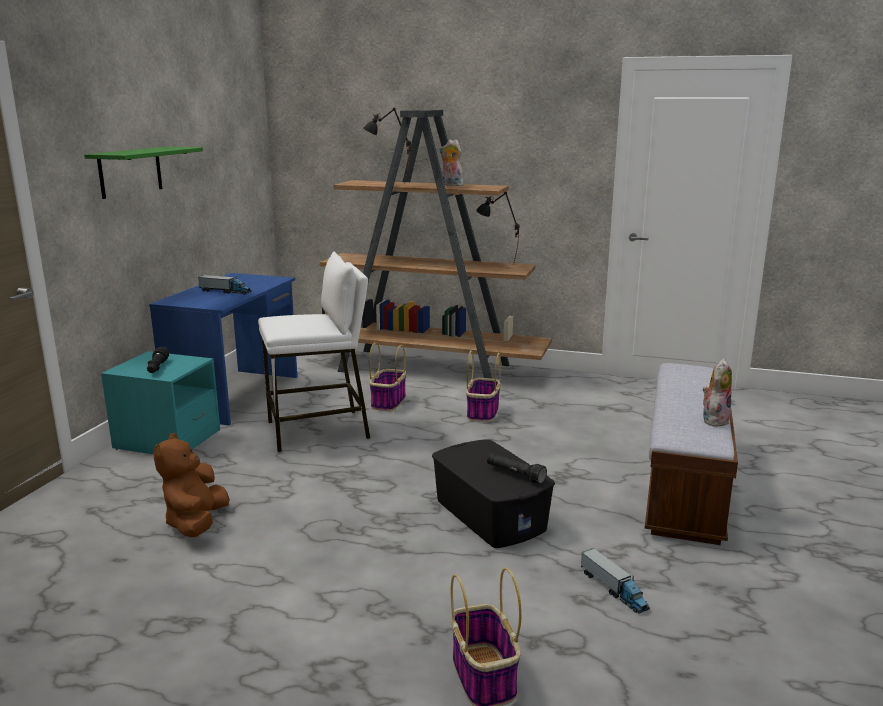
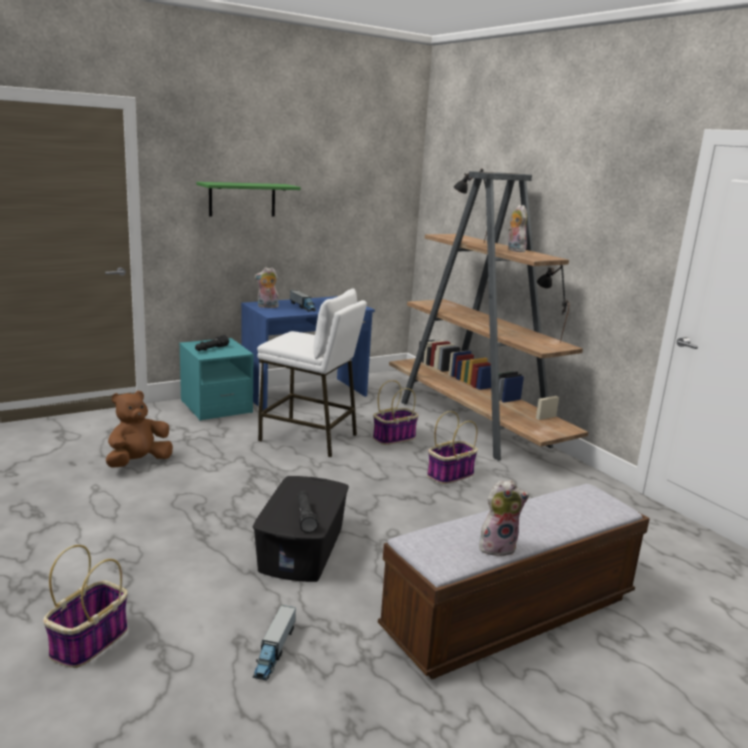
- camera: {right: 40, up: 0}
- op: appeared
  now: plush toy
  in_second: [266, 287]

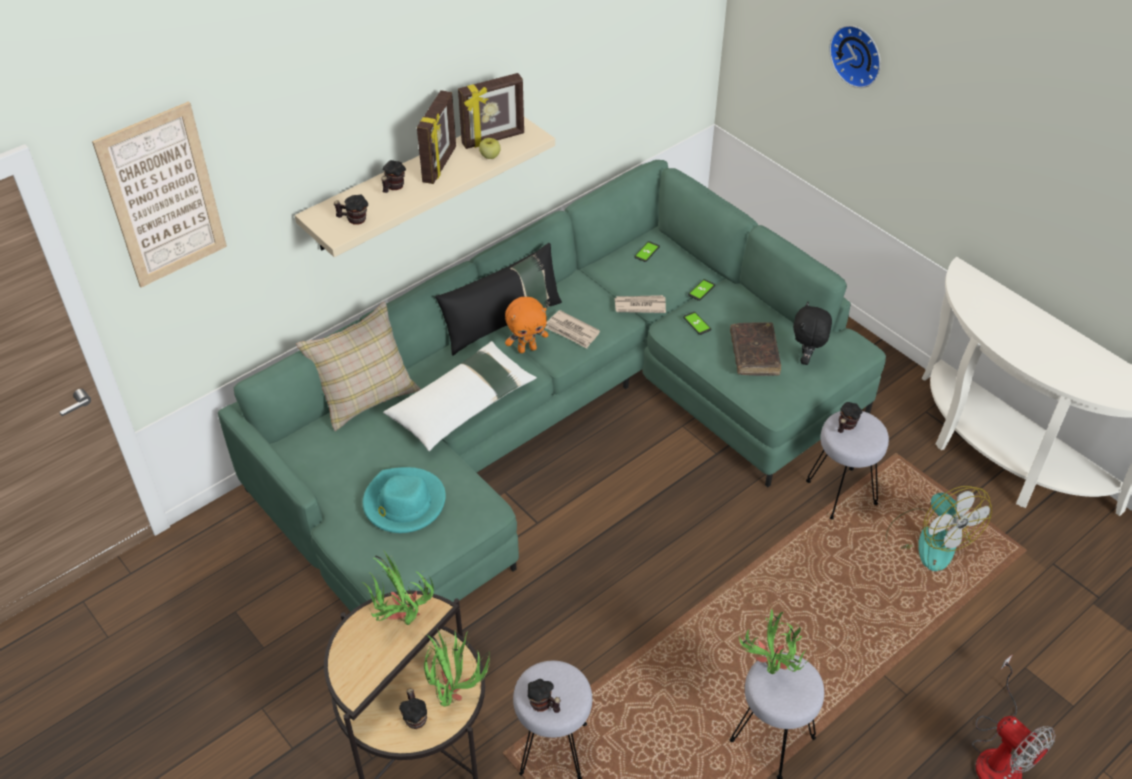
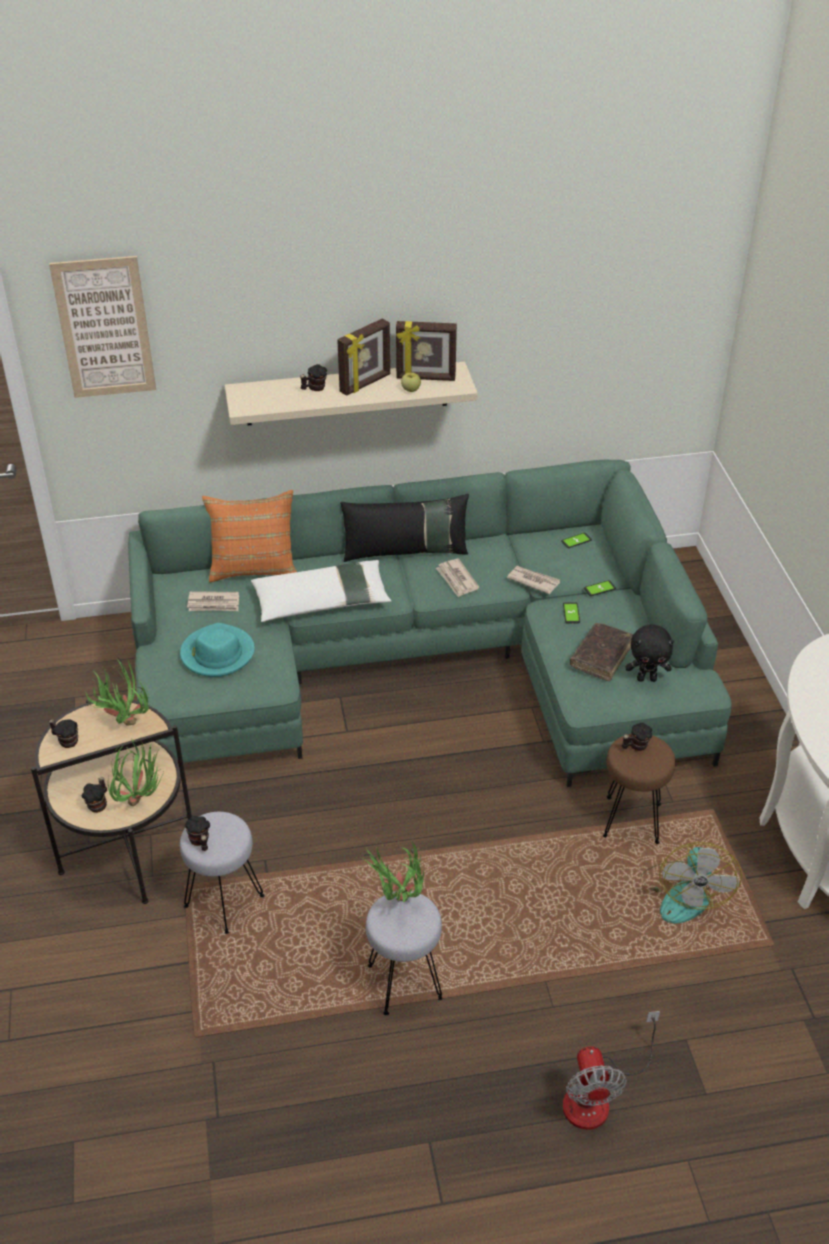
- camera: {right: 30, up: -5}
- op: missing
  was: plush toy/orange
  in_first: [526, 325]
- op: missing
  was: wall clock
  in_first: [855, 56]
- op: appeared
  now: newspaper
  in_second: [213, 601]
- op: relocated
  was: mug
  in_first: [351, 210]
  in_second: [63, 733]
- op: colour
  was: pillow/beige
  now: pillow/orange
  in_first: [358, 366]
  in_second: [249, 536]
- op: colour
  was: stool/grey
  now: stool/brown
  in_first: [847, 465]
  in_second: [639, 789]
- op: spun
  was: plush toy/black
  in_first: [812, 333]
  in_second: [649, 653]
  clockwise: -135

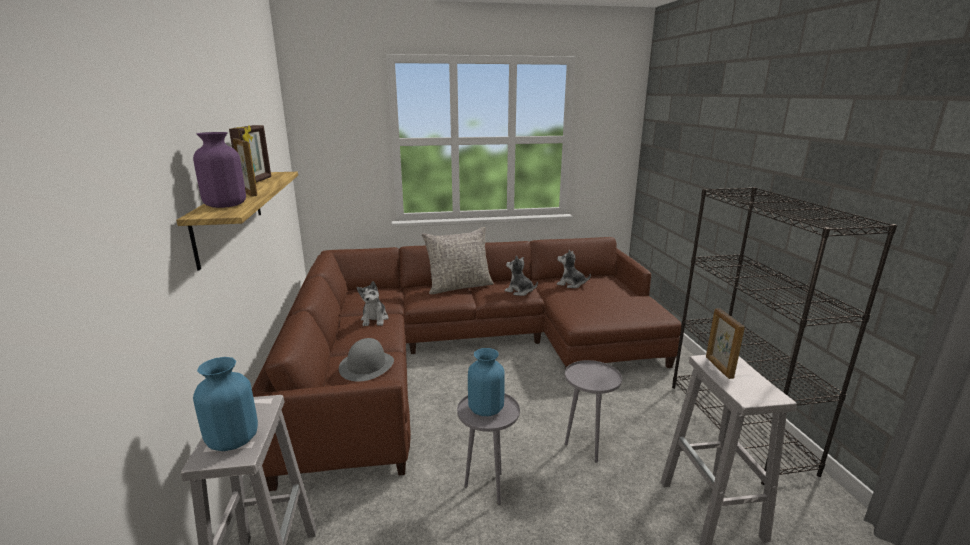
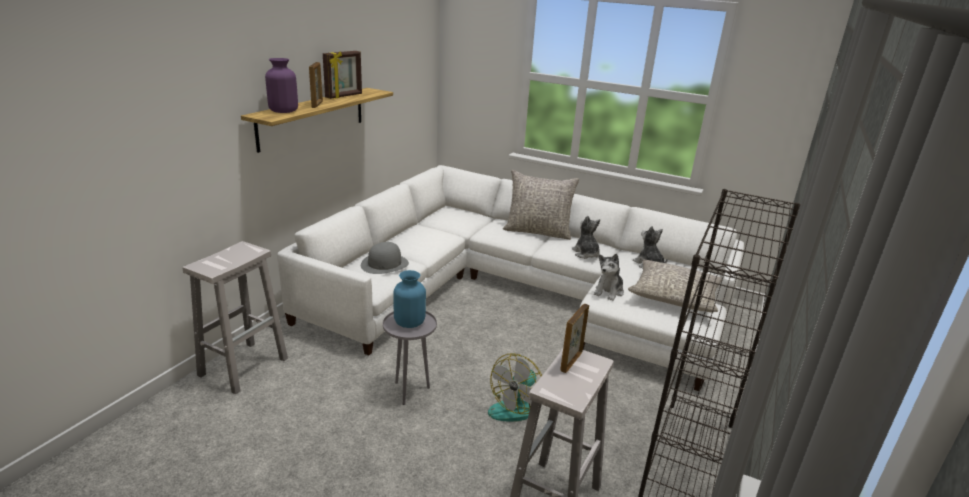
- camera: {right: 35, up: 5}
- op: missing
  was: vase/blue
  in_first: [225, 404]
- op: appeared
  now: pillow/grey
  in_second: [675, 286]
- op: relocated
  was: plush toy
  in_first: [372, 303]
  in_second: [609, 277]
- op: exchanged
  was: side table/grey
  now: fan
  in_first: [593, 411]
  in_second: [515, 387]
- op: colour
  was: sofa/brown
  now: sofa/white
  in_first: [467, 364]
  in_second: [510, 278]

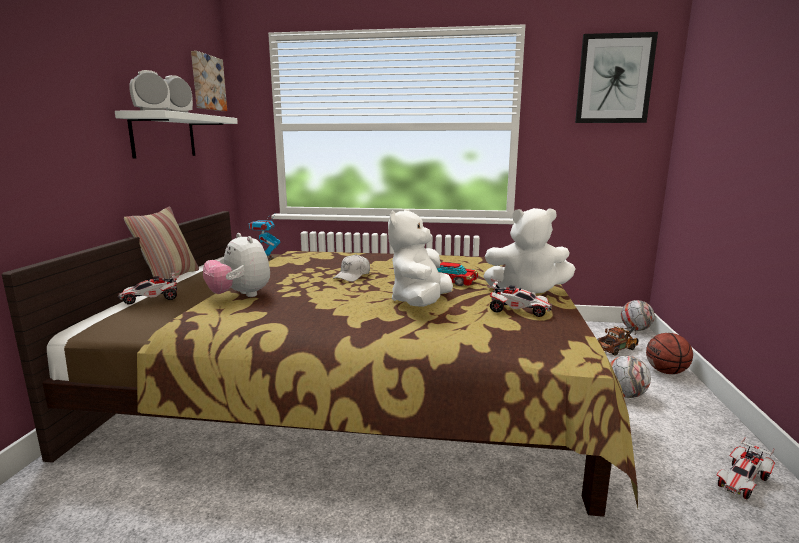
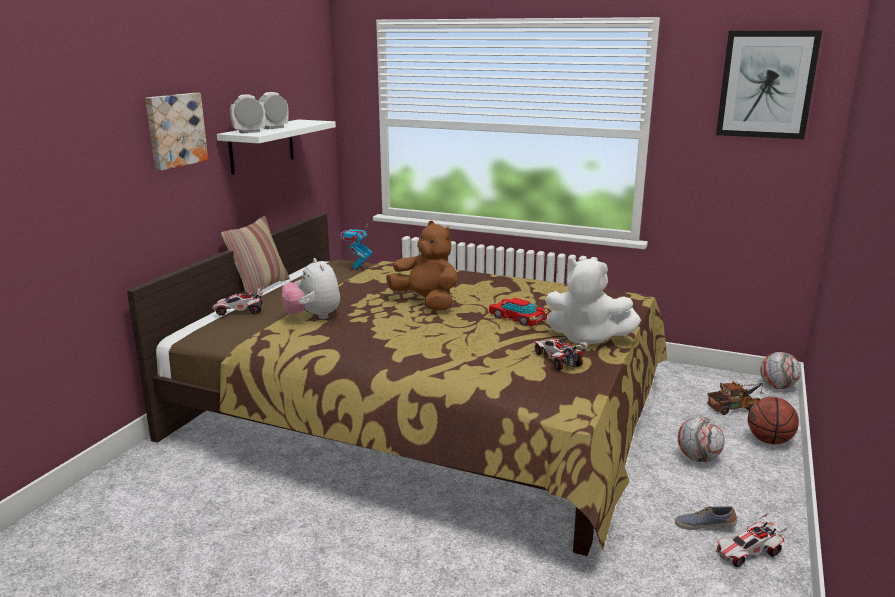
- camera: {right: 15, up: 5}
- op: missing
  was: plush toy/white
  in_first: [420, 258]
- op: appeared
  now: shoe
  in_second: [706, 518]
- op: relocated
  was: picture
  in_first: [209, 81]
  in_second: [176, 132]
- op: exchanged
  was: cap/white
  now: plush toy/brown
  in_first: [351, 268]
  in_second: [422, 266]
- op: spun
  was: toy car
  in_first: [519, 297]
  in_second: [559, 355]
  clockwise: -150

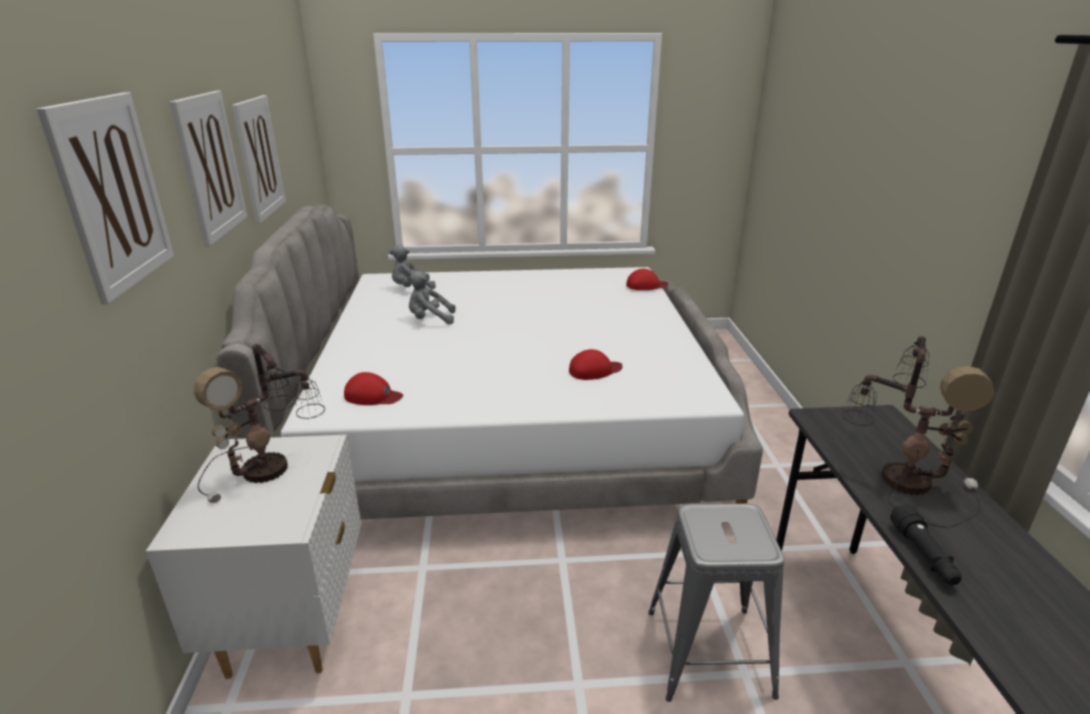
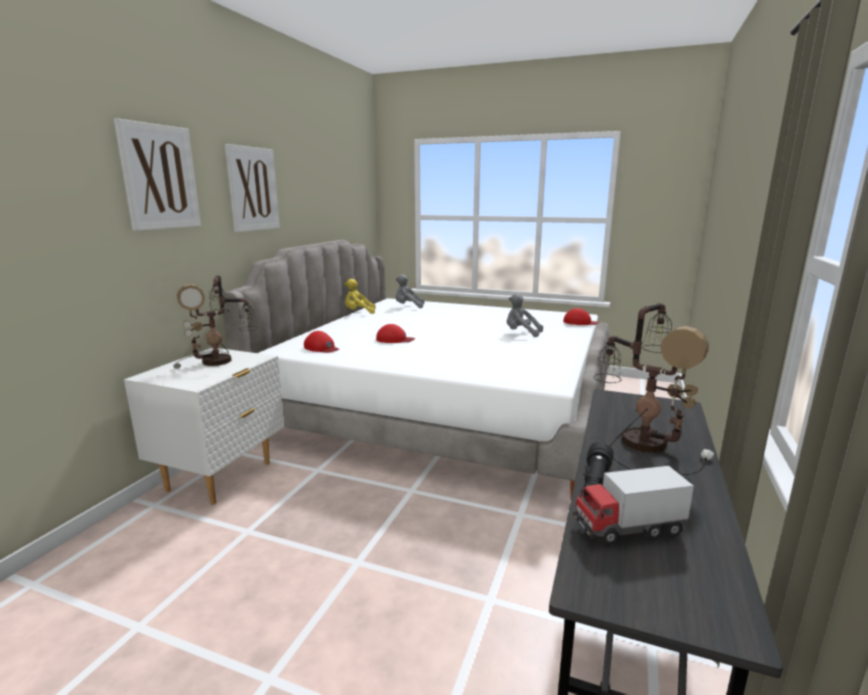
- camera: {right: 25, up: -10}
- op: missing
  was: picture
  in_first: [259, 159]
- op: missing
  was: stool/grey
  in_first: [716, 602]
- op: appeared
  now: plush toy/yellow
  in_second: [360, 296]
- op: appeared
  now: toy truck
  in_second: [633, 505]
- op: relocated
  was: plush toy/grey
  in_first: [431, 297]
  in_second: [525, 315]
- op: relocated
  was: cap/red
  in_first: [596, 364]
  in_second: [395, 333]

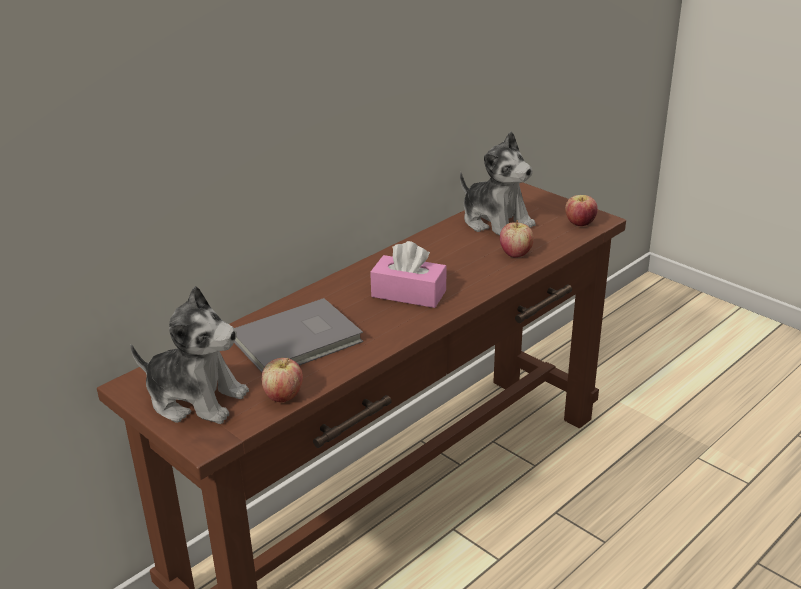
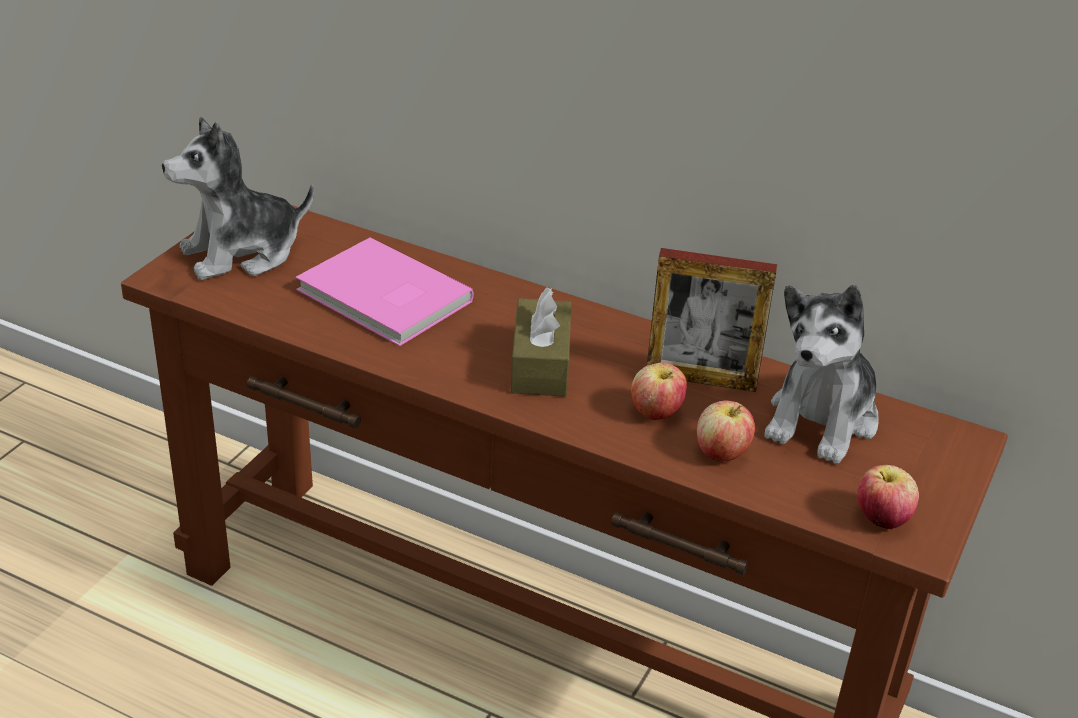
- camera: {right: 70, up: 5}
- op: appeared
  now: picture frame
  in_second: [712, 320]
- op: relocated
  was: apple
  in_first: [282, 380]
  in_second: [659, 391]
- op: colour
  was: book/grey
  now: book/pink
  in_first: [298, 335]
  in_second: [385, 292]
- op: colour
  was: tissue box/pink
  now: tissue box/brown
  in_first: [408, 274]
  in_second: [541, 342]
- op: spun
  was: plush toy
  in_first: [189, 355]
  in_second: [238, 198]
  clockwise: 60

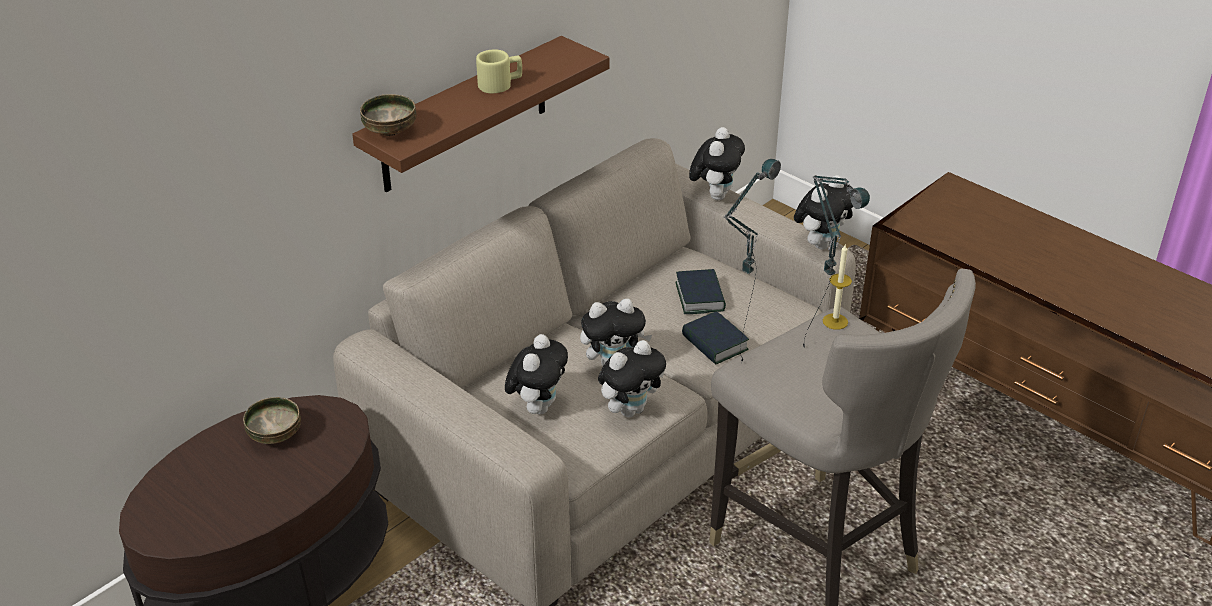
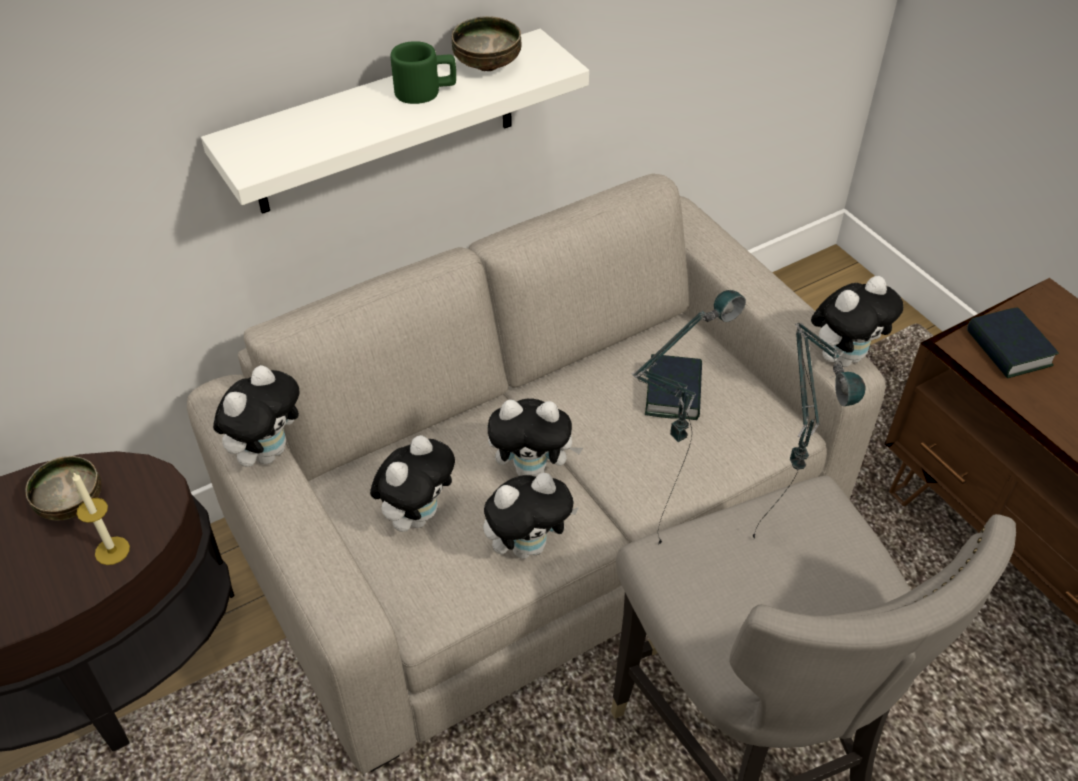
- camera: {right: 15, up: 10}
- op: relocated
  was: bowl
  in_first: [388, 115]
  in_second: [487, 43]
- op: relocated
  was: book
  in_first: [715, 338]
  in_second: [1013, 342]
- op: relocated
  was: plush toy
  in_first: [717, 163]
  in_second: [256, 416]
- op: relocated
  was: candle
  in_first: [837, 287]
  in_second: [101, 518]
- op: colour
  was: shelf/brown
  now: shelf/white
  in_first: [480, 114]
  in_second: [395, 121]
- op: colour
  was: mug/beige
  now: mug/green
  in_first: [499, 71]
  in_second: [423, 72]

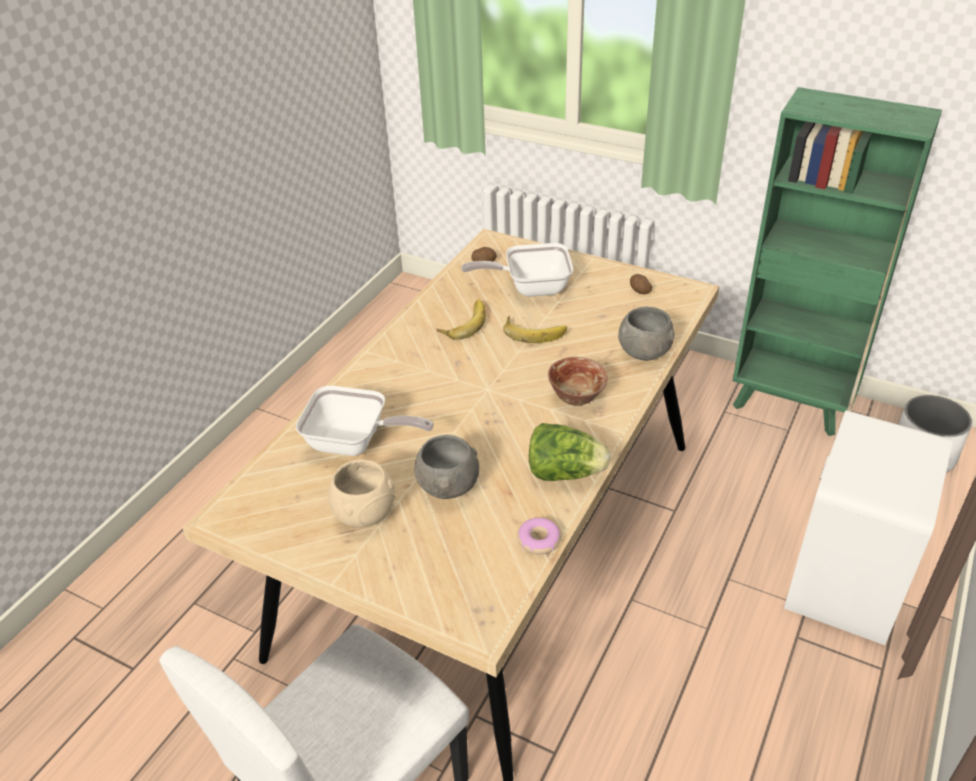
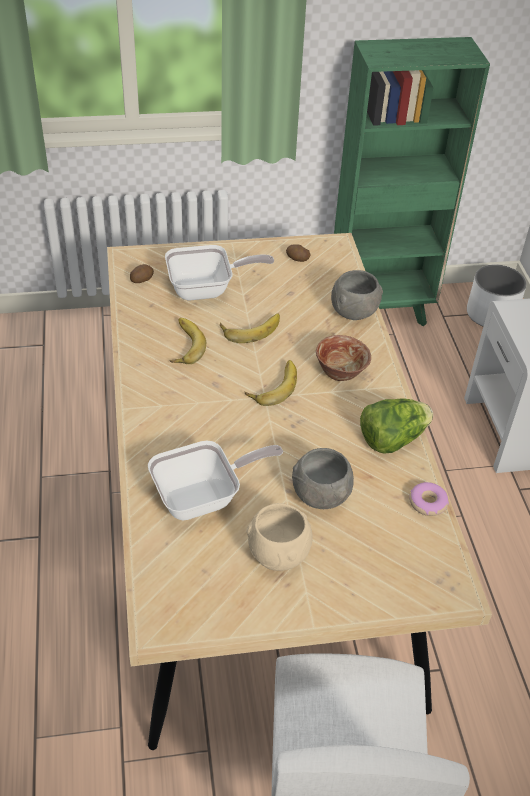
- camera: {right: -40, up: 5}
- op: appeared
  now: banana
  in_second: [271, 383]
- op: spun
  was: frying pan
  in_first: [517, 270]
  in_second: [219, 273]
  clockwise: -150

